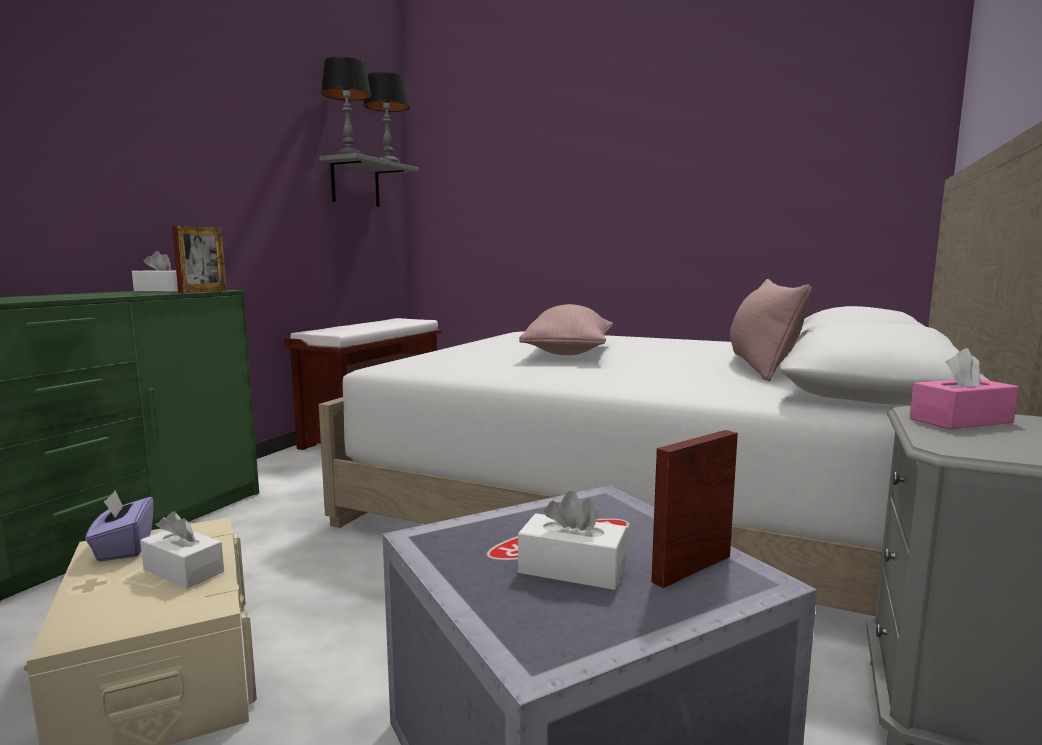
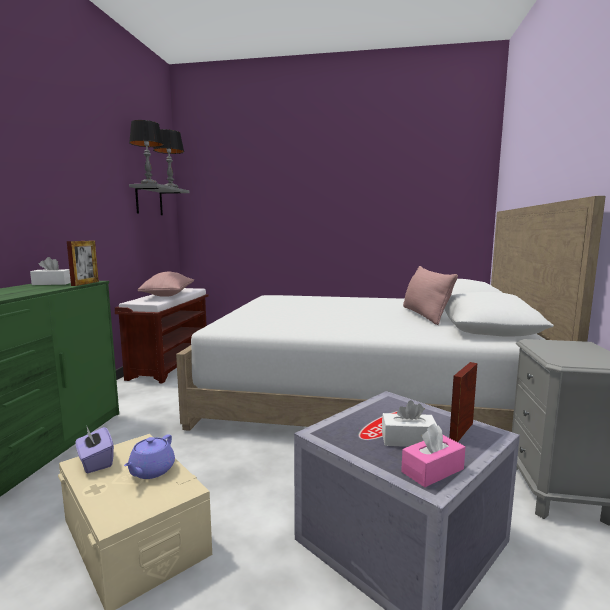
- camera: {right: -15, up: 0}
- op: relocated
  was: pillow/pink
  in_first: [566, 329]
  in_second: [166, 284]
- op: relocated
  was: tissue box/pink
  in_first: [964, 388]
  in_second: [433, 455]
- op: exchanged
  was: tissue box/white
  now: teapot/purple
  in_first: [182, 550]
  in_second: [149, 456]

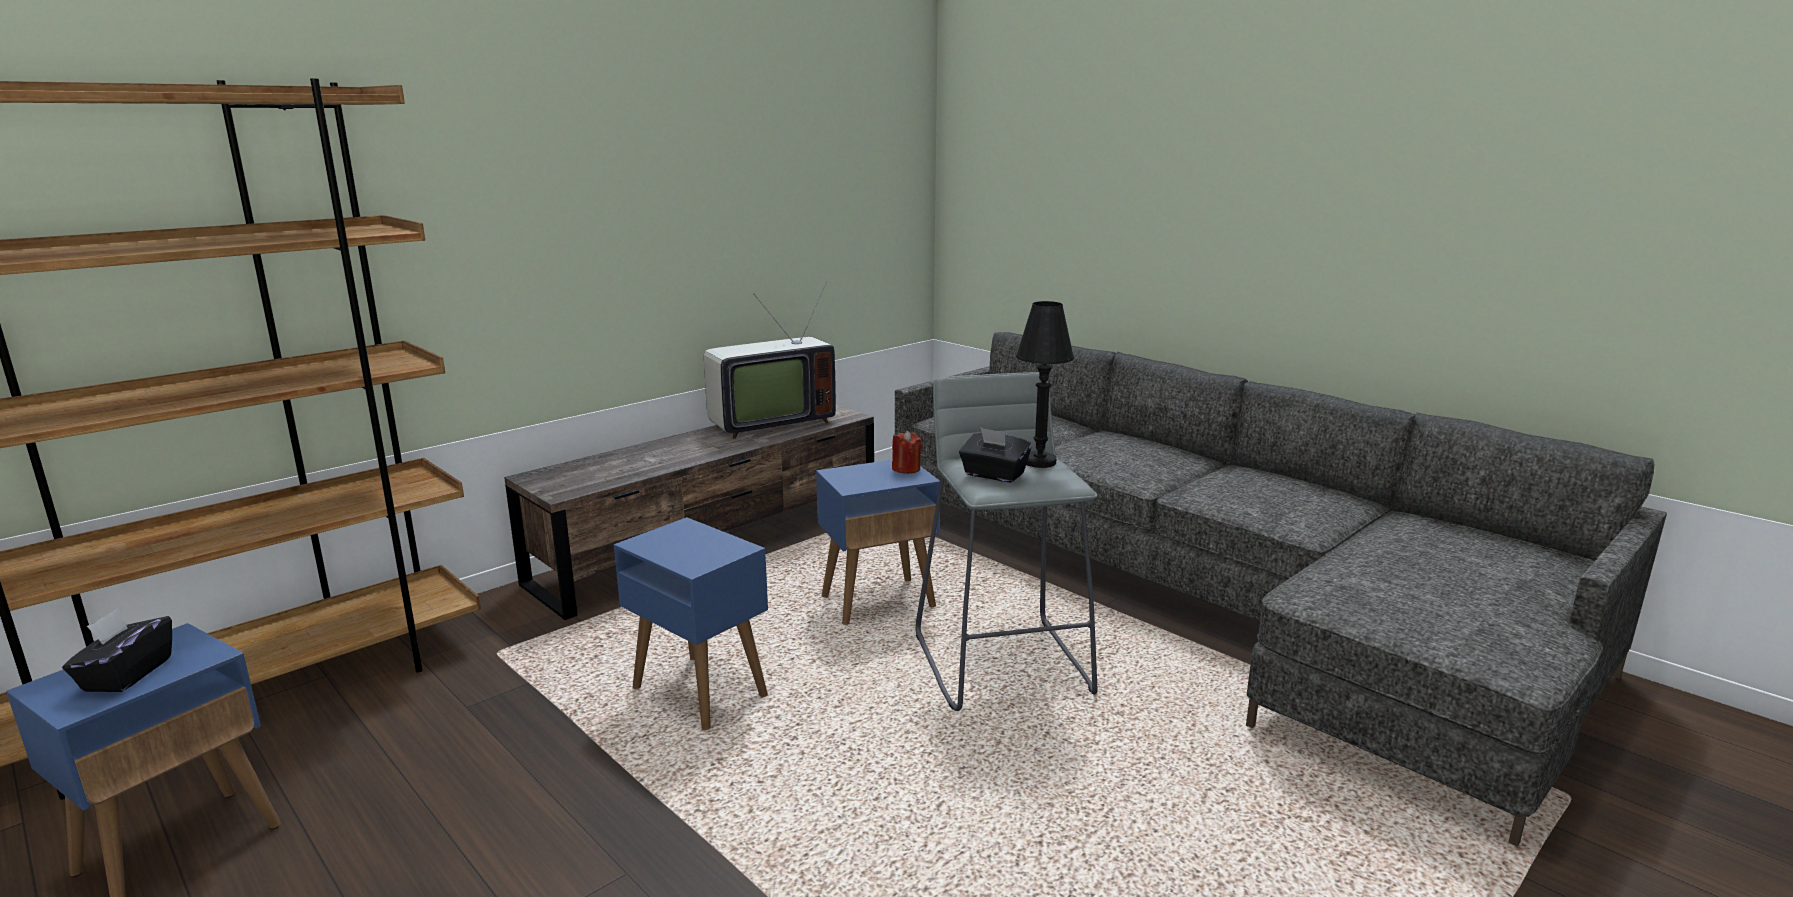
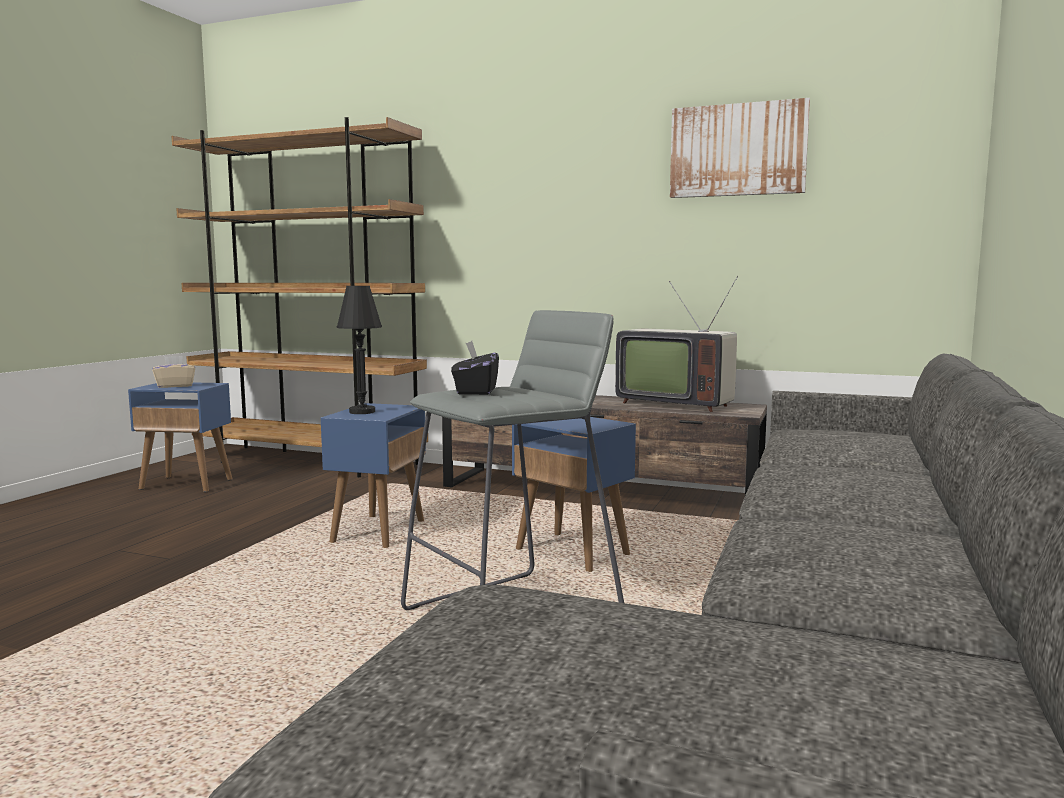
- camera: {right: 65, up: -10}
- op: missing
  was: candle/red
  in_first: [907, 452]
- op: appeared
  now: picture
  in_second: [740, 148]
- op: relocated
  was: table lamp/black
  in_first: [1045, 384]
  in_second: [359, 350]
- op: colour
  was: tissue box/black
  now: tissue box/beige
  in_first: [117, 650]
  in_second: [173, 372]

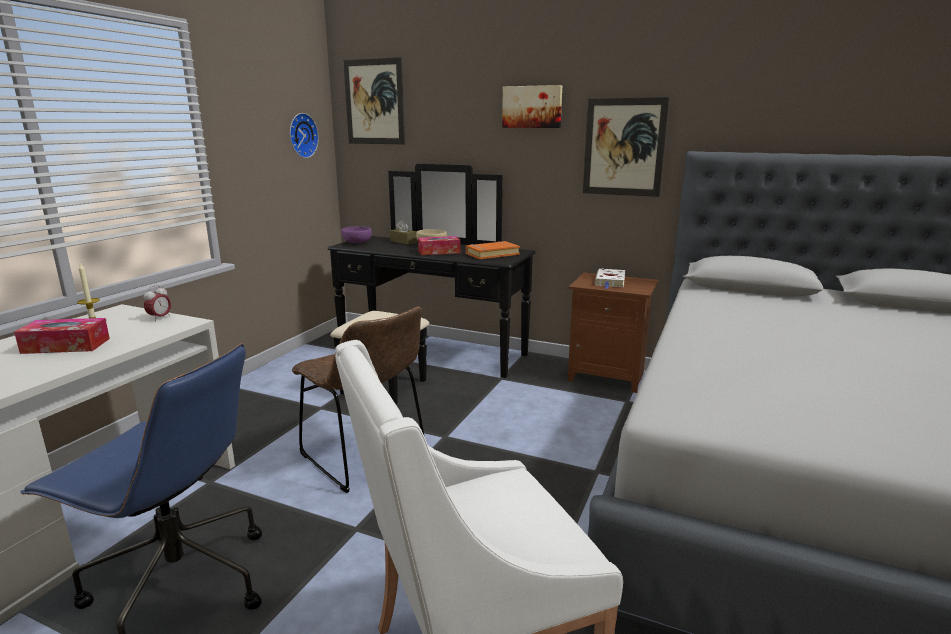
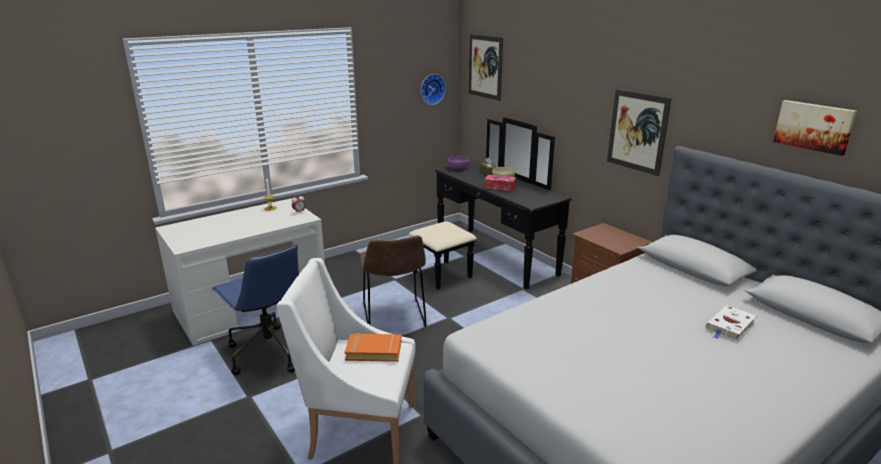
- camera: {right: 30, up: 5}
- op: missing
  was: tissue box
  in_first: [62, 336]
- op: relocated
  was: book/orange
  in_first: [493, 250]
  in_second: [372, 347]
- op: relocated
  was: picture
  in_first: [532, 106]
  in_second: [815, 128]
- op: relocated
  was: book/white
  in_first: [610, 279]
  in_second: [731, 323]

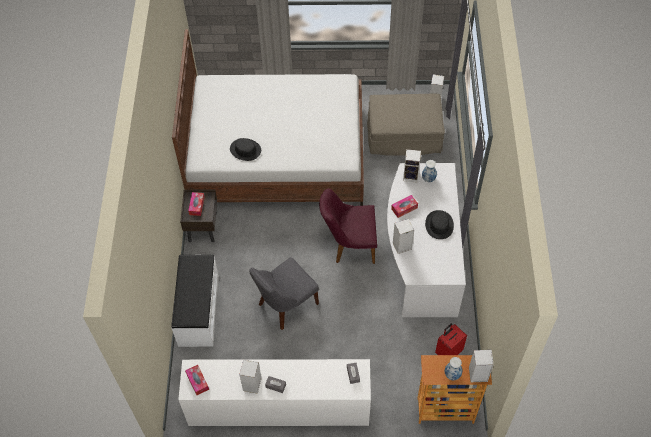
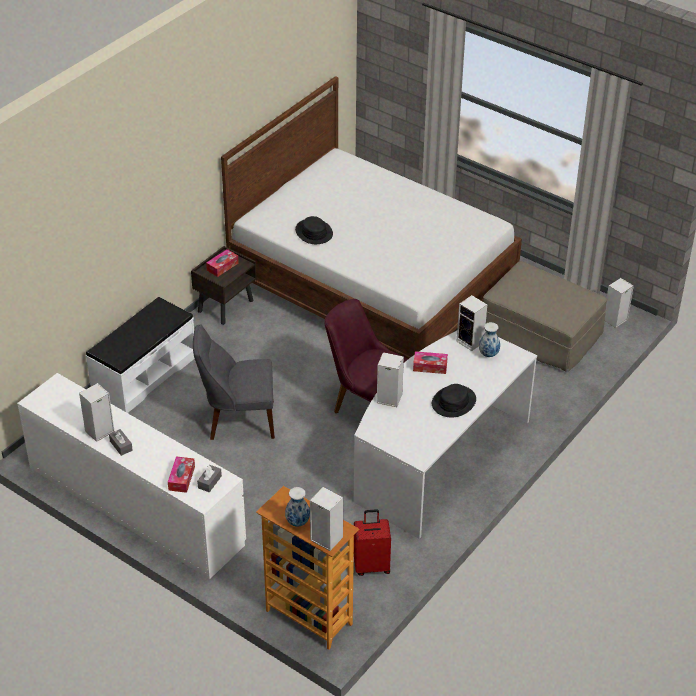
- camera: {right: 35, up: -15}
- op: relocated
  was: tissue box
  in_first: [197, 380]
  in_second: [181, 474]

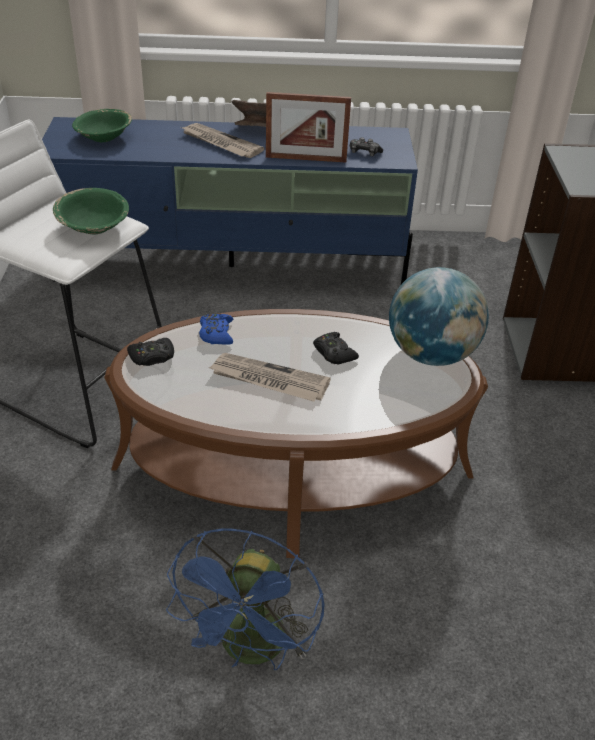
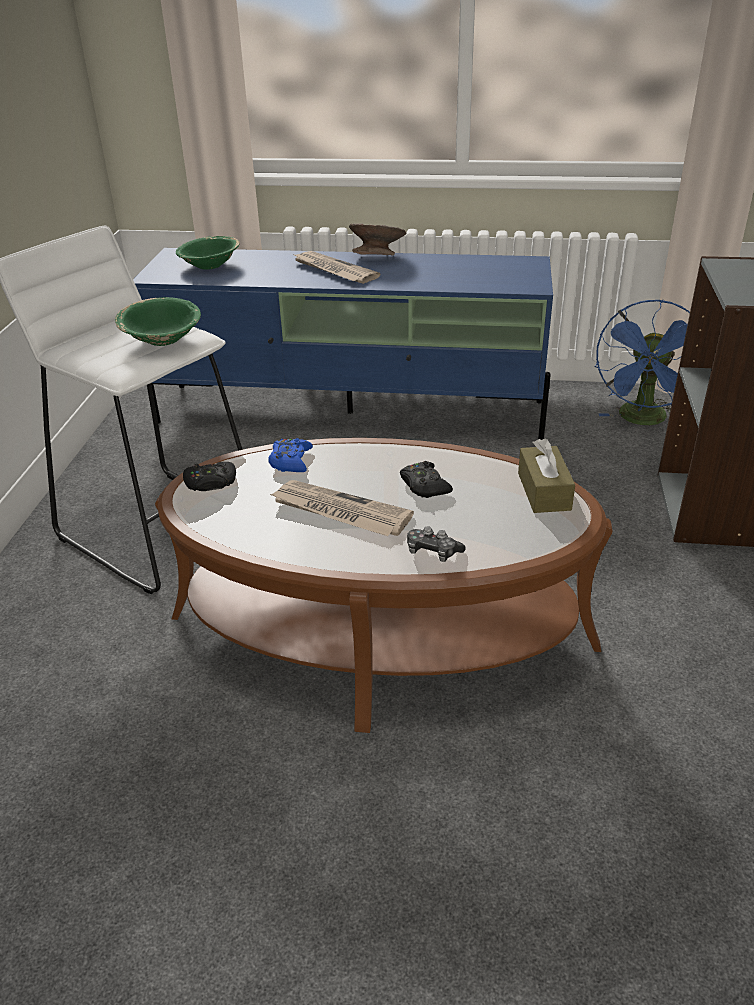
- camera: {right: 10, up: -5}
- op: missing
  was: picture frame
  in_first: [308, 127]
- op: relocated
  was: fan/blue
  in_first: [245, 599]
  in_second: [642, 362]
- op: relocated
  was: game controller
  in_first: [366, 146]
  in_second: [436, 544]
- op: exchanged
  was: globe
  now: tissue box/brown
  in_first: [439, 316]
  in_second: [546, 475]

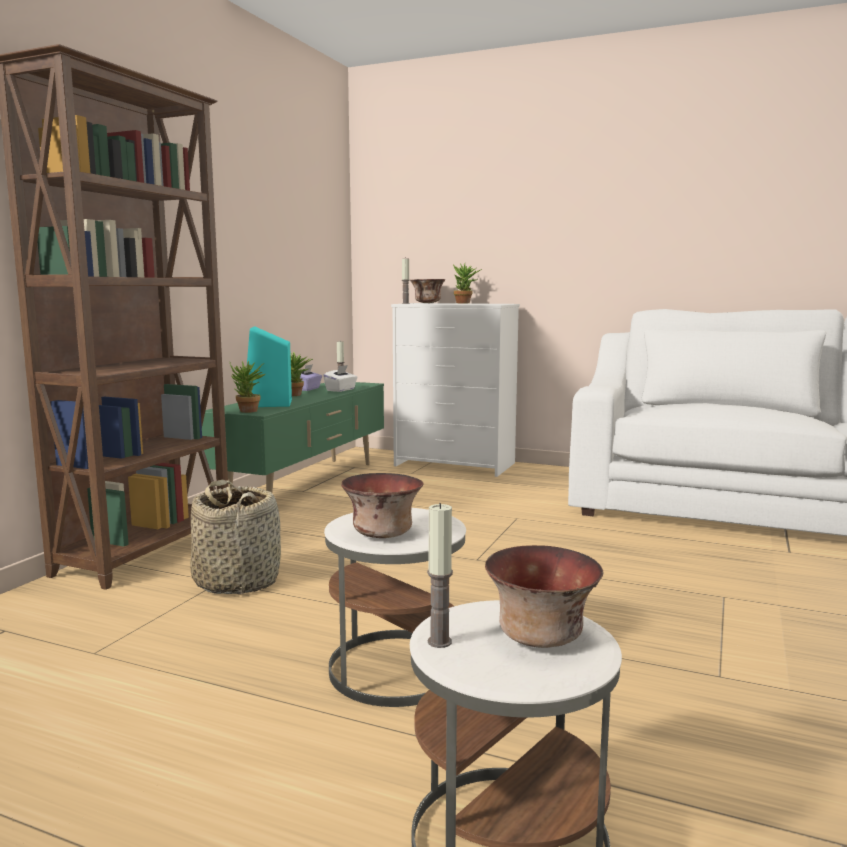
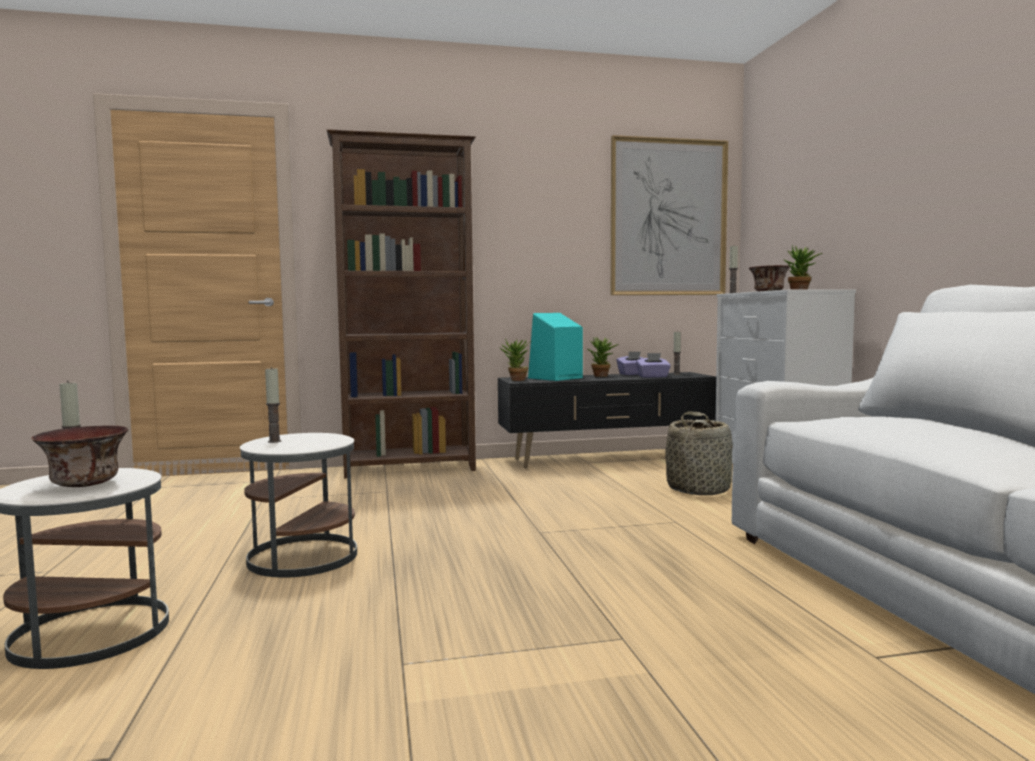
- camera: {right: 55, up: -5}
- op: appeared
  now: picture
  in_second: [669, 215]
- op: relocated
  was: basket
  in_first: [235, 537]
  in_second: [698, 453]
- op: exchanged
  was: bowl
  now: candle
  in_first: [382, 505]
  in_second: [273, 405]
- op: colour
  was: tv stand/green
  now: tv stand/black
  in_first: [293, 437]
  in_second: [607, 420]
- op: colour
  was: tissue box/white
  now: tissue box/purple
  in_first: [340, 378]
  in_second: [653, 365]

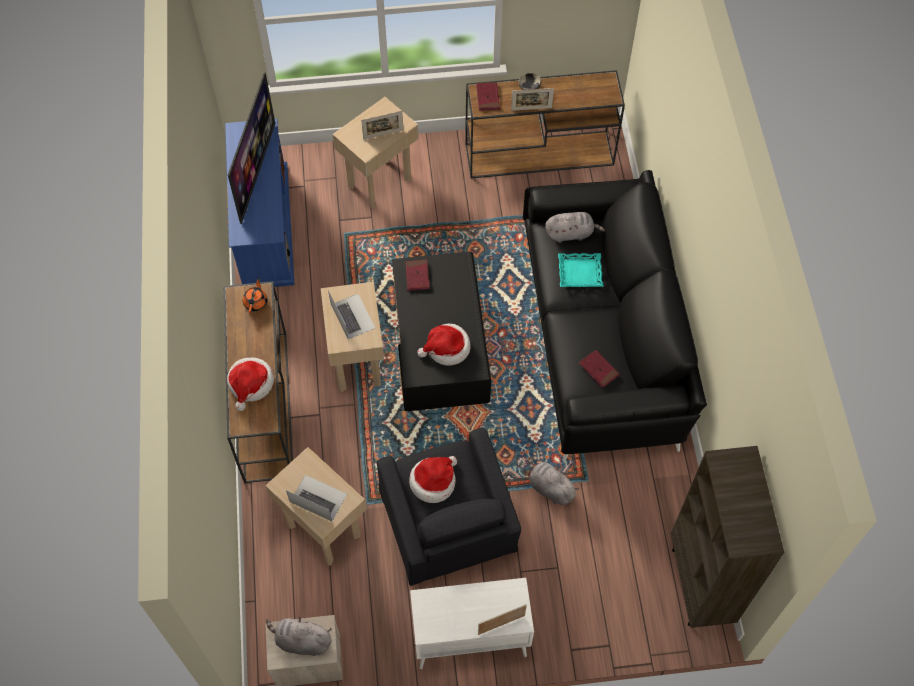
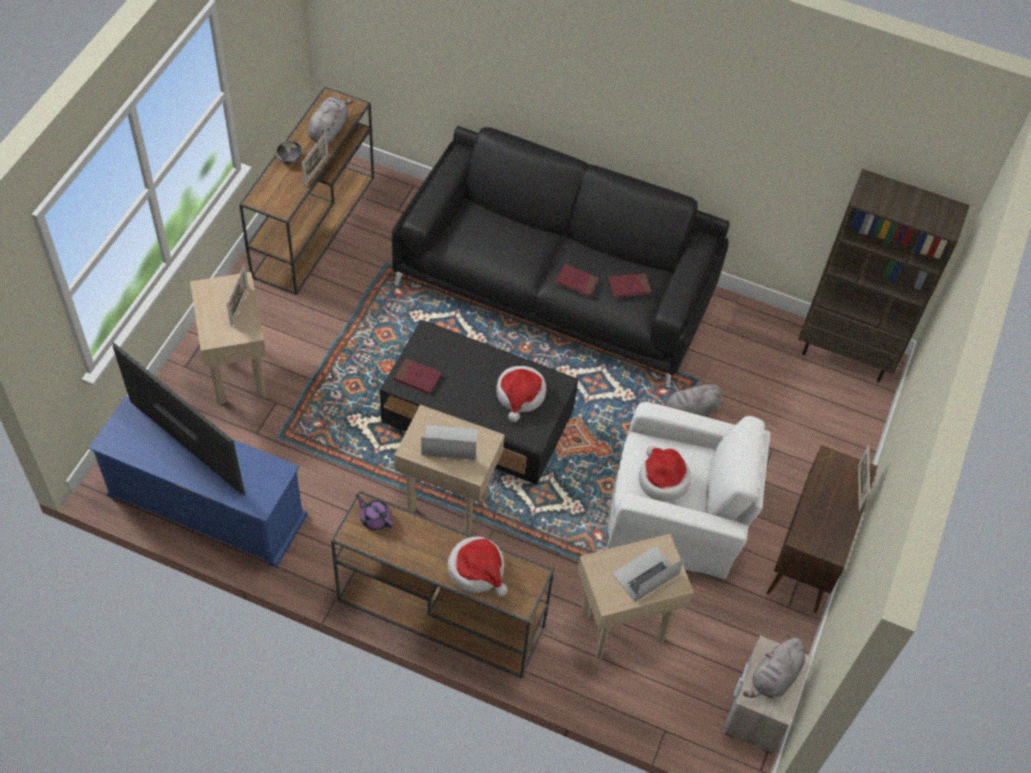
- camera: {right: -65, up: -5}
- op: missing
  was: tray/turquoise
  in_first: [581, 270]
- op: relocated
  was: book/red
  in_first: [488, 97]
  in_second: [577, 280]
- op: relocated
  was: plush toy/grey
  in_first: [575, 227]
  in_second: [331, 120]
- op: colour
  was: teapot/orange
  now: teapot/purple
  in_first: [255, 295]
  in_second: [374, 512]
- op: colour
  was: armchair/black
  now: armchair/white
  in_first: [449, 507]
  in_second: [688, 490]
- op: colour
  was: cabinet/white
  now: cabinet/brown
  in_first: [472, 623]
  in_second: [822, 529]

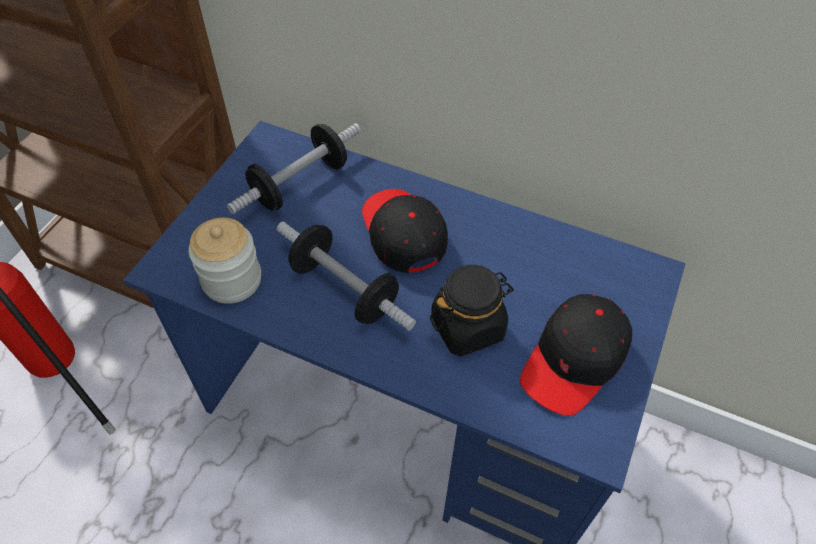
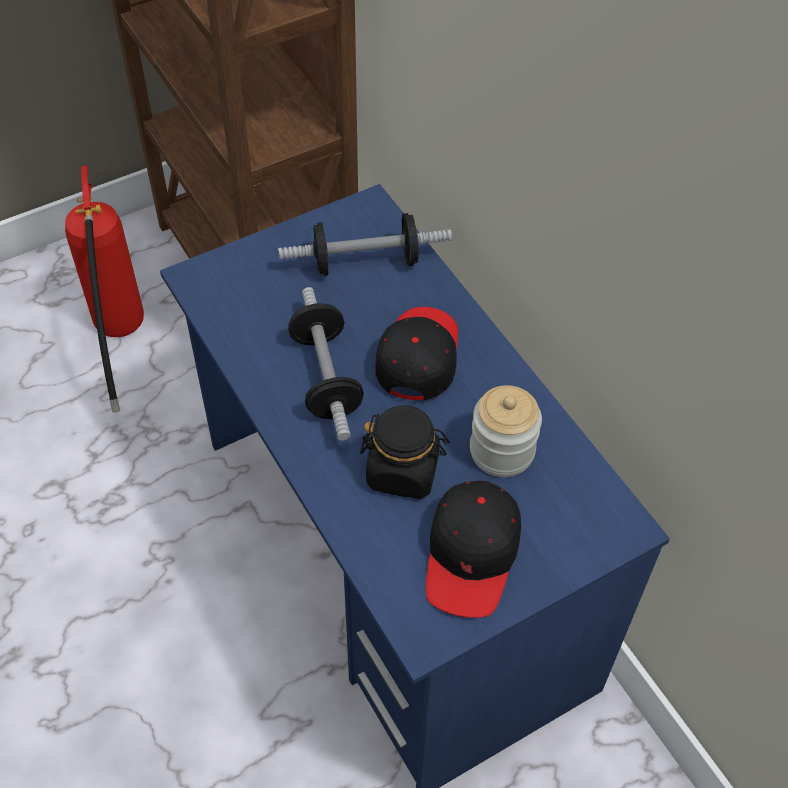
- camera: {right: 35, up: 0}
- op: relocated
  was: jar
  in_first: [225, 261]
  in_second: [506, 431]
- op: spun
  was: cap/black
  in_first: [576, 355]
  in_second: [473, 549]
  clockwise: -60

